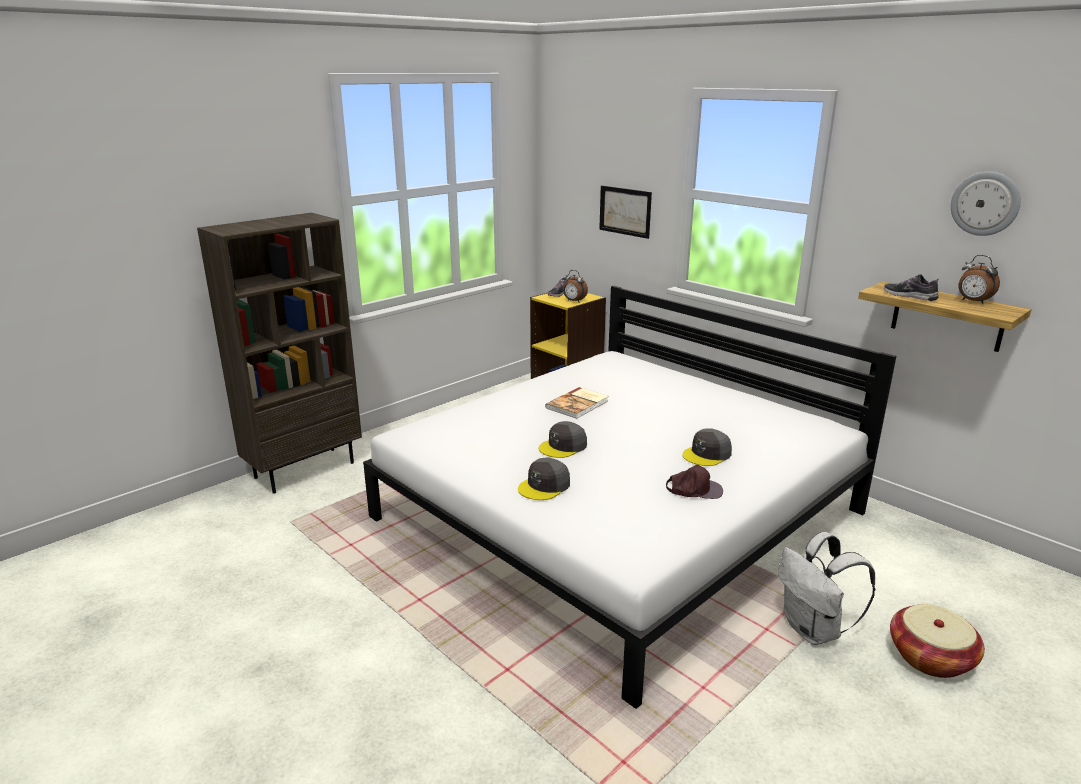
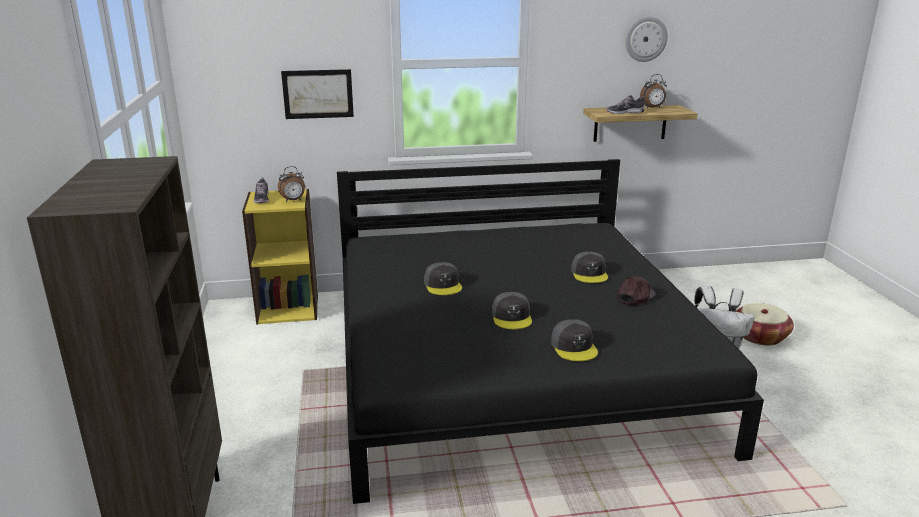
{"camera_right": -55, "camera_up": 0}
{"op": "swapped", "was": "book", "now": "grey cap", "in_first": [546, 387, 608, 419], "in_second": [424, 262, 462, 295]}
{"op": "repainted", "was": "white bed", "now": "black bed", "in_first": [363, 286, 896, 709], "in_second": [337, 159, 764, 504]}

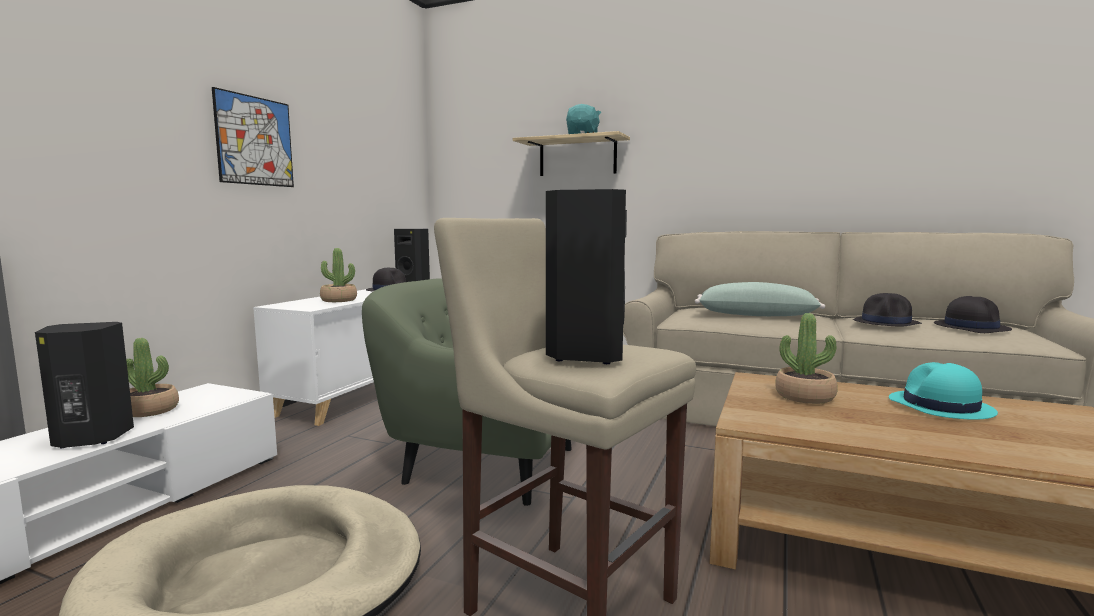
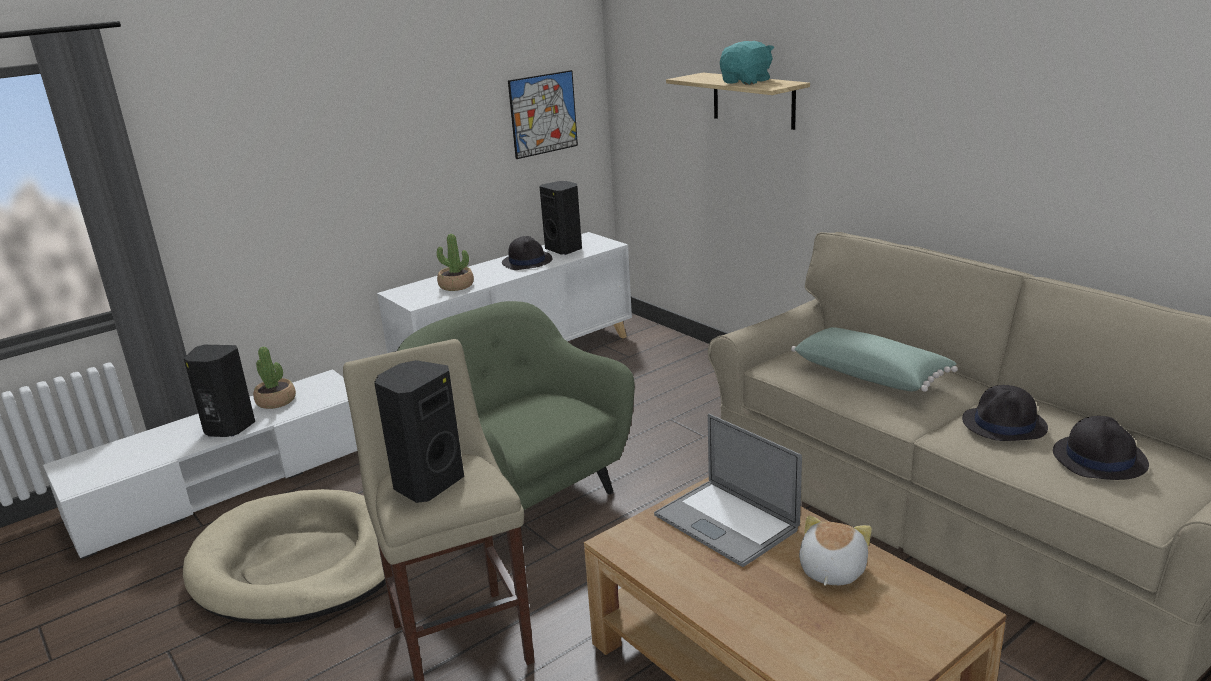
{"camera_right": 30, "camera_up": 15}
{"op": "shifted", "was": "picture", "in_first": [212, 87, 294, 187], "in_second": [508, 70, 578, 159]}
{"op": "swapped", "was": "potted plant", "now": "laptop", "in_first": [775, 313, 838, 404], "in_second": [654, 414, 802, 567]}
{"op": "swapped", "was": "turquoise hat", "now": "plush toy", "in_first": [889, 362, 998, 420], "in_second": [799, 515, 872, 586]}

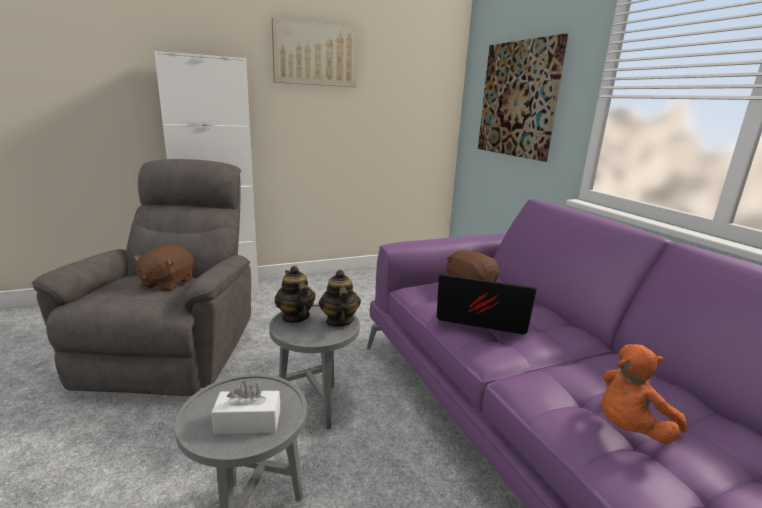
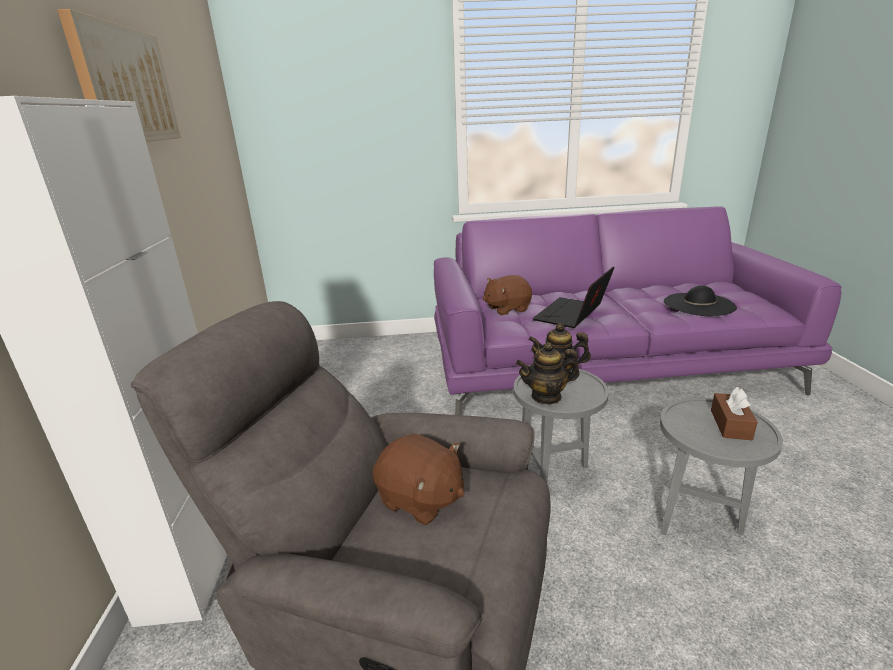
{"camera_right": -70, "camera_up": 5}
{"op": "gone", "was": "picture", "in_first": [478, 33, 568, 162]}
{"op": "swapped", "was": "orange plush toy", "now": "black hat", "in_first": [601, 344, 687, 444], "in_second": [664, 285, 737, 316]}
{"op": "repainted", "was": "white tissue box", "now": "brown tissue box", "in_first": [211, 381, 280, 434], "in_second": [711, 387, 758, 440]}

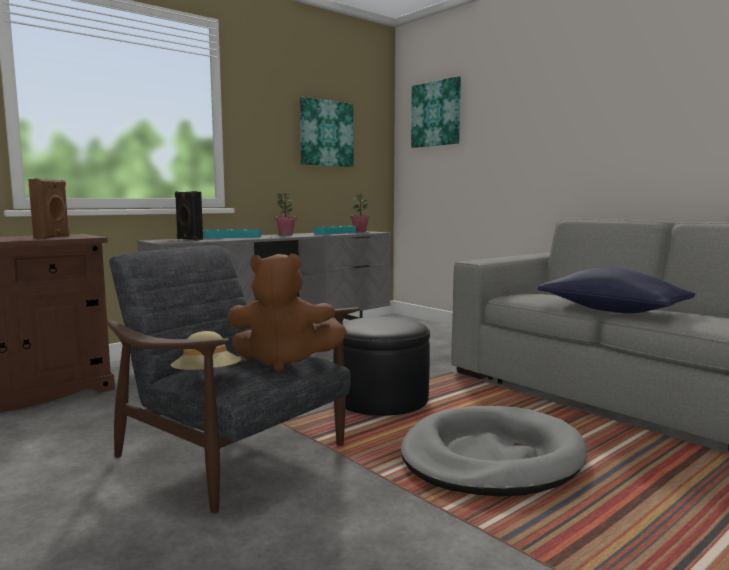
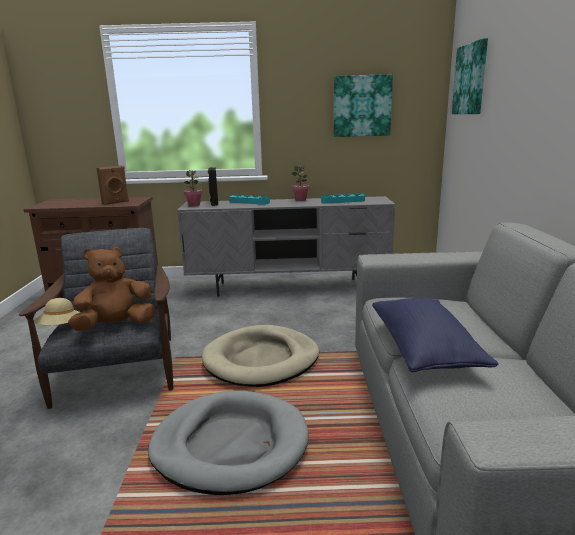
{"camera_right": 40, "camera_up": 10}
{"op": "shifted", "was": "potted plant", "in_first": [350, 194, 370, 232], "in_second": [184, 170, 203, 206]}
{"op": "swapped", "was": "black ottoman", "now": "beige dog bed", "in_first": [333, 317, 430, 416], "in_second": [202, 325, 319, 387]}
{"op": "rotated", "was": "brown plush toy", "in_first": [227, 253, 347, 372], "in_second": [68, 247, 156, 331], "clockwise": 105}

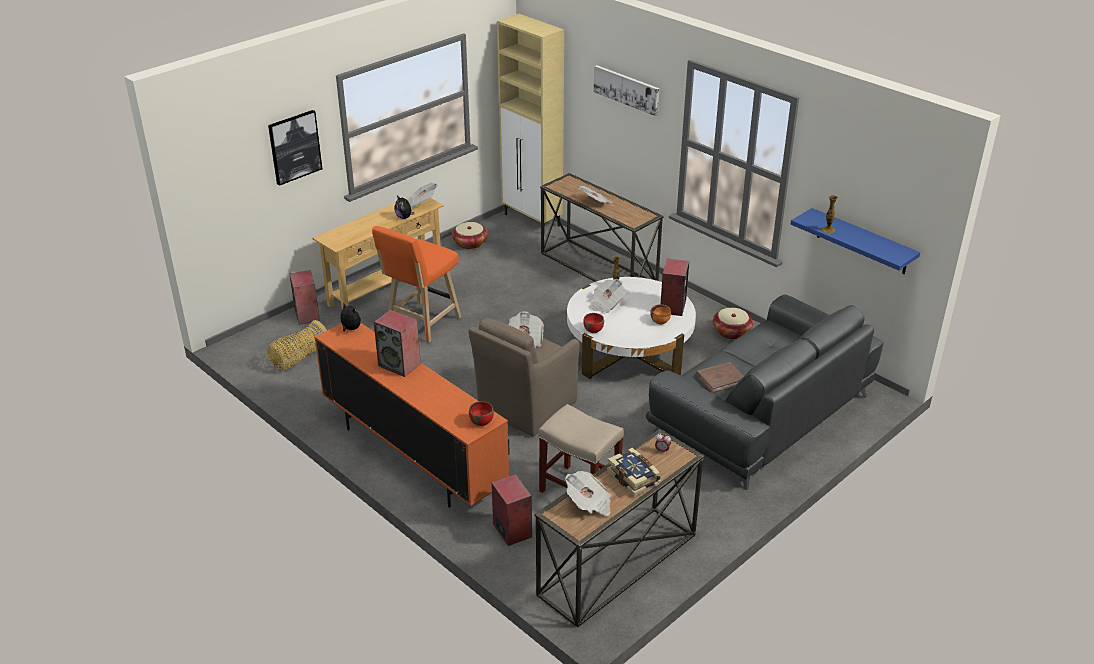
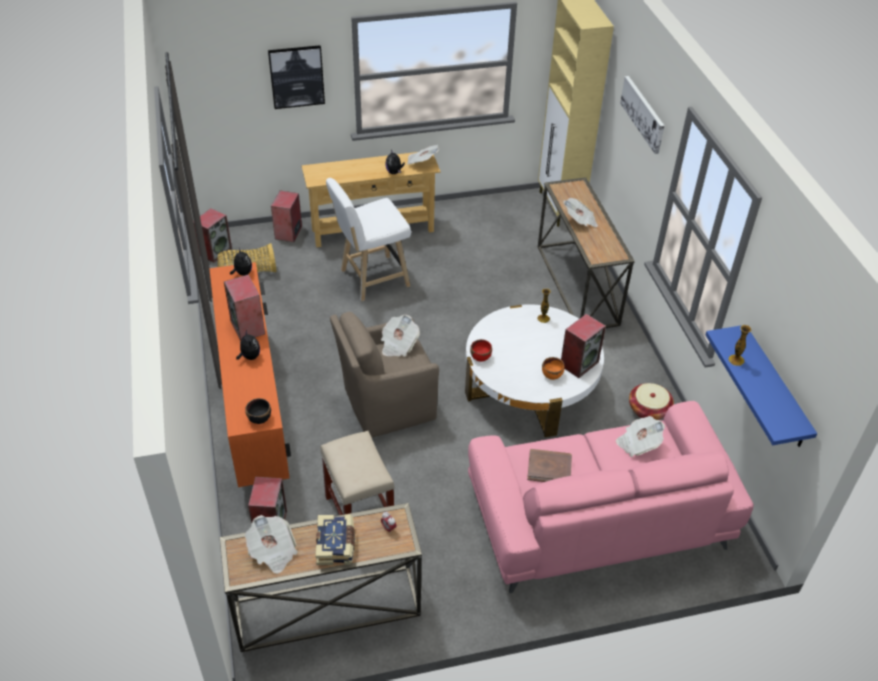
{"camera_right": 30, "camera_up": 10}
{"op": "gone", "was": "basket", "in_first": [452, 222, 488, 249]}
{"op": "new", "now": "speaker", "in_second": [193, 208, 232, 263]}
{"op": "new", "now": "plush toy", "in_second": [236, 329, 260, 360]}
{"op": "shifted", "was": "newspaper", "in_first": [589, 279, 626, 313], "in_second": [616, 416, 665, 457]}
{"op": "repainted", "was": "orange stool", "now": "white stool", "in_first": [372, 226, 461, 343], "in_second": [326, 178, 411, 302]}
{"op": "repainted", "was": "red bowl", "now": "black bowl", "in_first": [469, 401, 494, 426], "in_second": [245, 398, 271, 424]}
{"op": "repainted", "was": "grey sofa", "now": "pink sofa", "in_first": [646, 295, 883, 491], "in_second": [468, 401, 754, 593]}

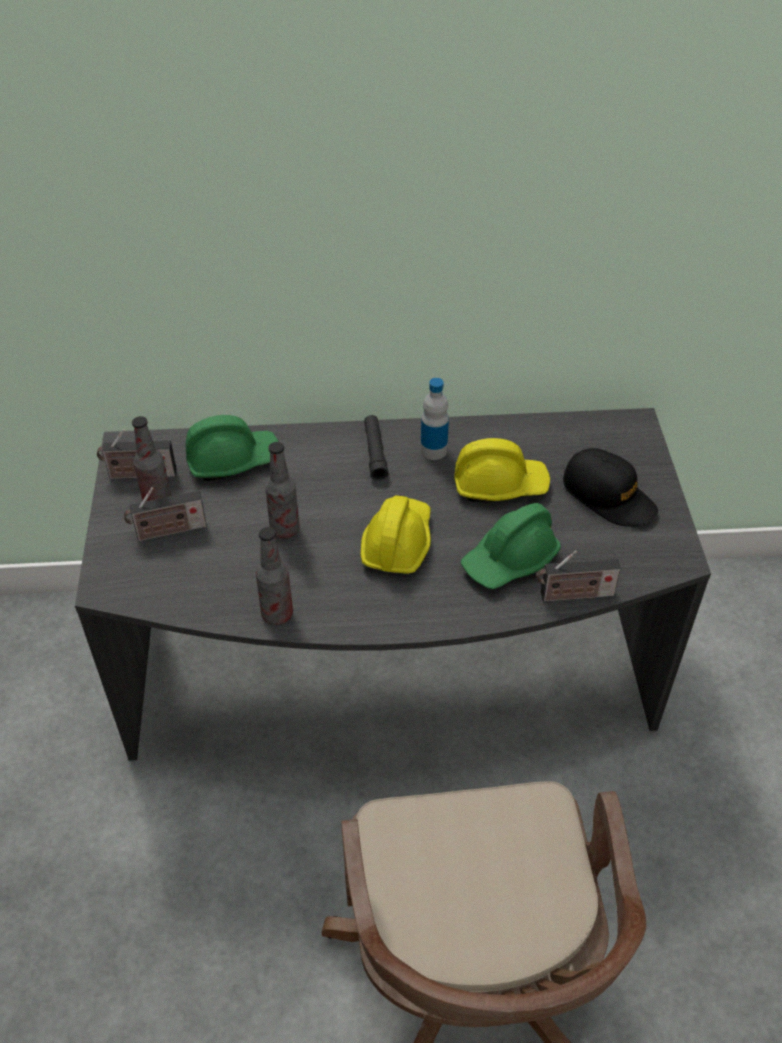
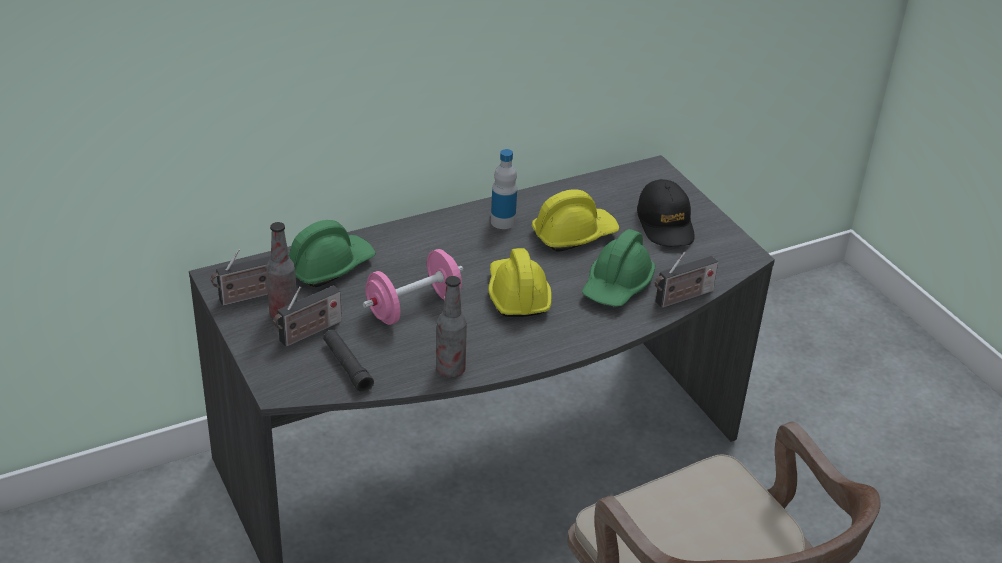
{"camera_right": -25, "camera_up": -10}
{"op": "shifted", "was": "black flashlight", "in_first": [364, 415, 388, 481], "in_second": [323, 330, 374, 393]}
{"op": "swapped", "was": "bottle", "now": "pink dumbbell", "in_first": [265, 442, 300, 538], "in_second": [363, 249, 463, 325]}
{"op": "rotated", "was": "black cap", "in_first": [563, 448, 658, 527], "in_second": [637, 179, 694, 246], "clockwise": 60}

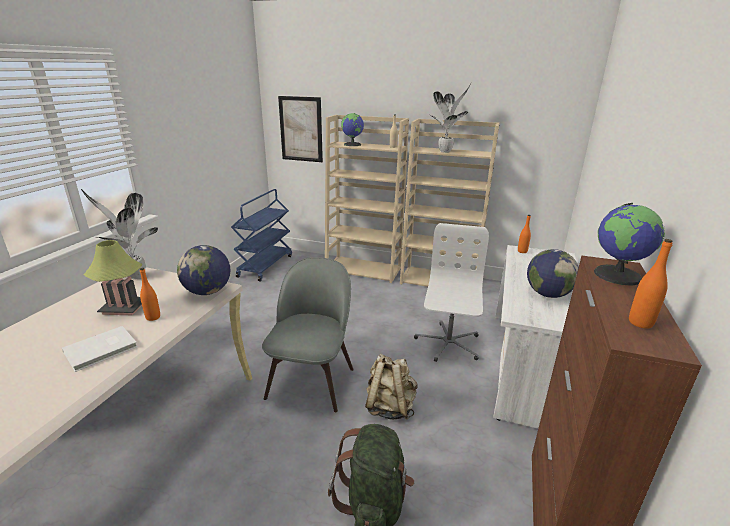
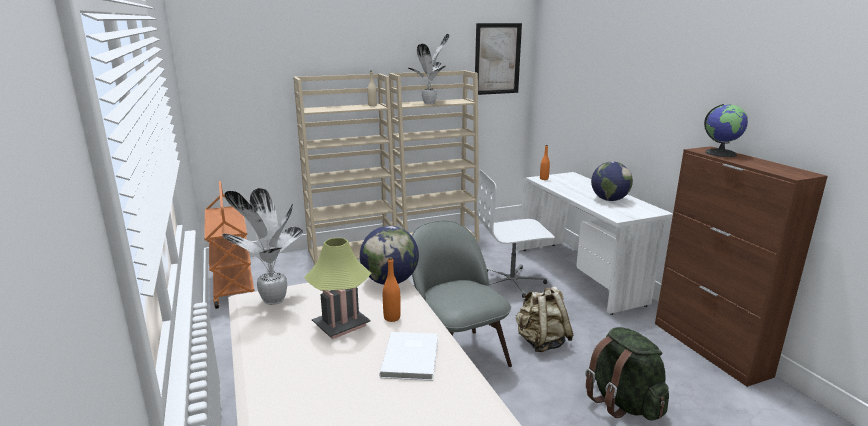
{"camera_right": -40, "camera_up": -5}
{"op": "gone", "was": "globe", "in_first": [341, 113, 364, 146]}
{"op": "gone", "was": "orange bottle", "in_first": [629, 239, 672, 329]}
{"op": "shifted", "was": "picture", "in_first": [278, 96, 323, 162], "in_second": [475, 23, 522, 95]}
{"op": "repainted", "was": "blue cart", "now": "orange cart", "in_first": [231, 189, 292, 281], "in_second": [204, 181, 255, 309]}
{"op": "rotated", "was": "white office chair", "in_first": [414, 223, 489, 362], "in_second": [477, 169, 555, 298], "clockwise": -75}

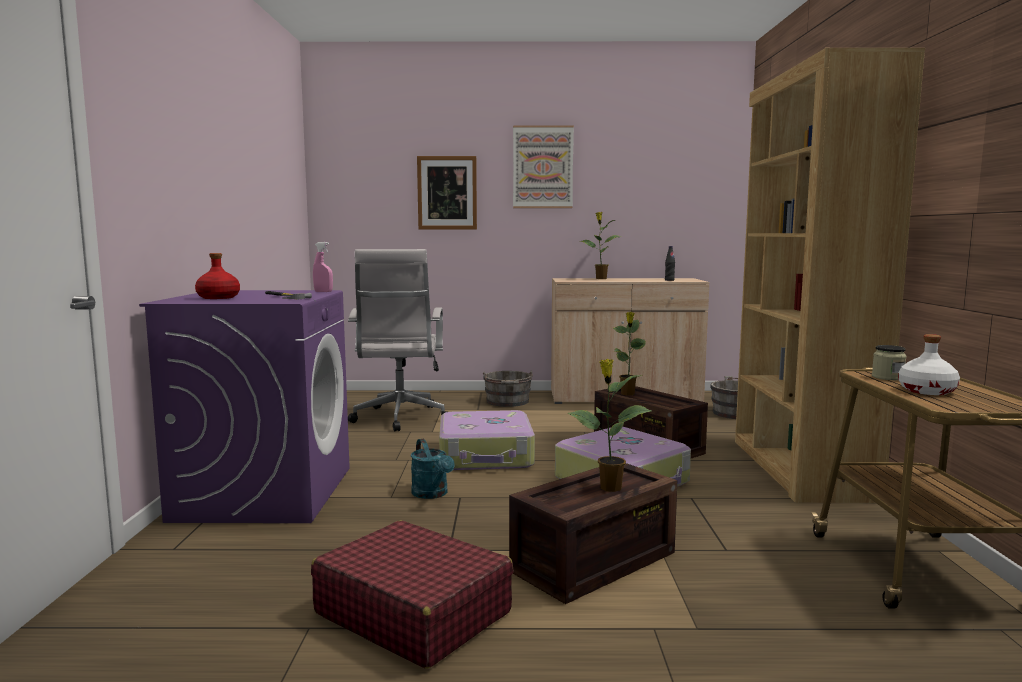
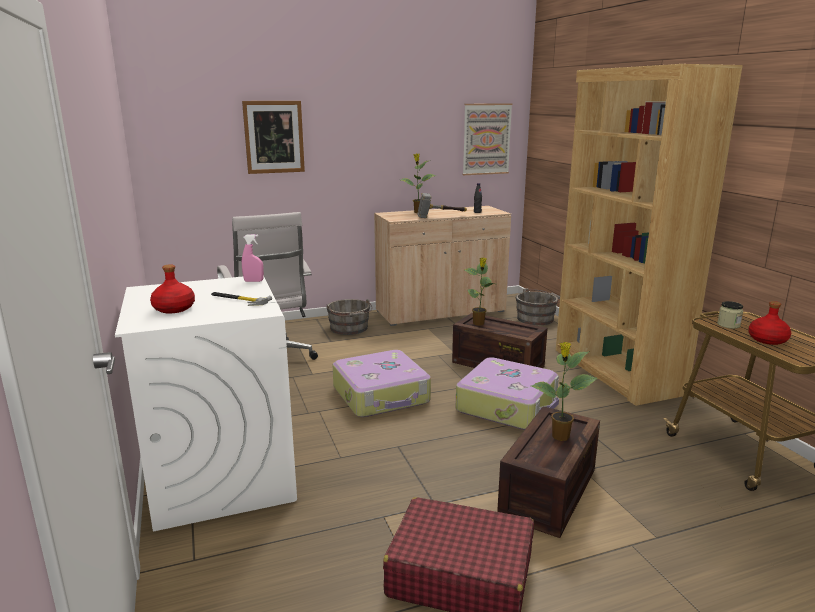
{"camera_right": -20, "camera_up": 10}
{"op": "gone", "was": "turquoise watering can", "in_first": [411, 439, 455, 499]}
{"op": "new", "now": "hammer", "in_second": [417, 193, 467, 218]}
{"op": "shifted", "was": "picture", "in_first": [513, 125, 574, 208], "in_second": [463, 103, 512, 175]}
{"op": "repainted", "was": "purple washing machine", "now": "white washing machine", "in_first": [139, 290, 350, 523], "in_second": [115, 277, 297, 532]}
{"op": "repainted", "was": "white bottle", "now": "red bottle", "in_first": [898, 334, 960, 395], "in_second": [748, 301, 791, 345]}

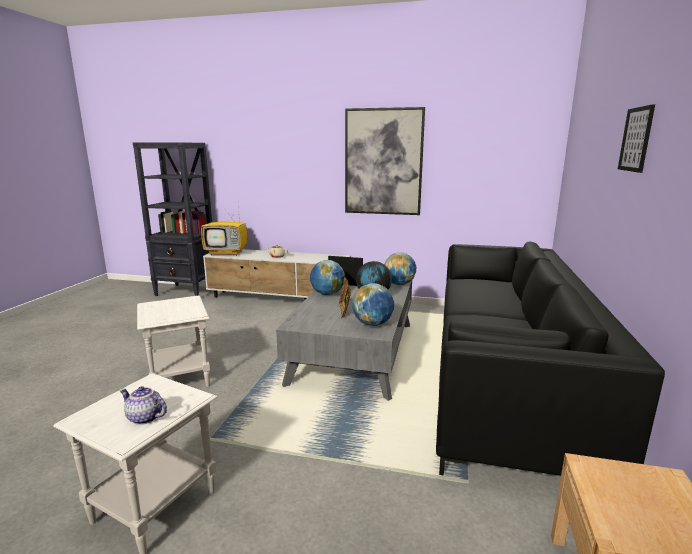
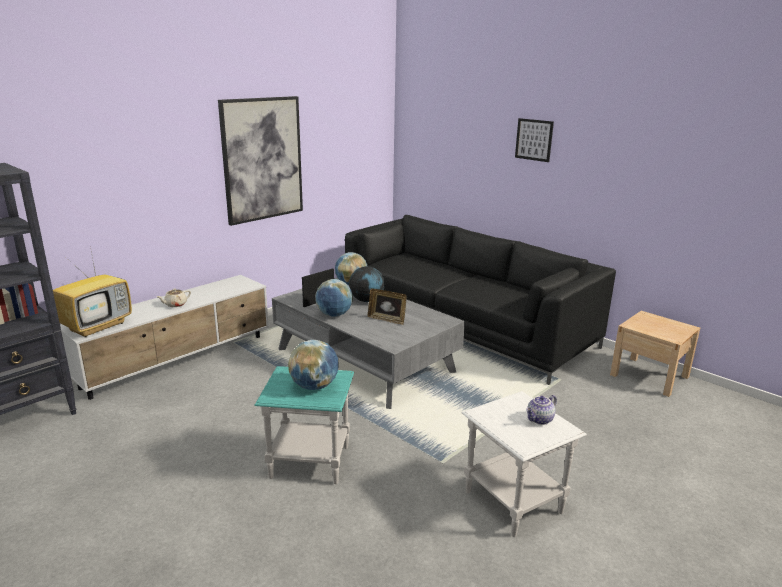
{"camera_right": -60, "camera_up": 5}
{"op": "shifted", "was": "globe", "in_first": [352, 283, 394, 326], "in_second": [288, 340, 338, 390]}
{"op": "repainted", "was": "white side table", "now": "turquoise side table", "in_first": [137, 295, 210, 387], "in_second": [254, 366, 354, 484]}

